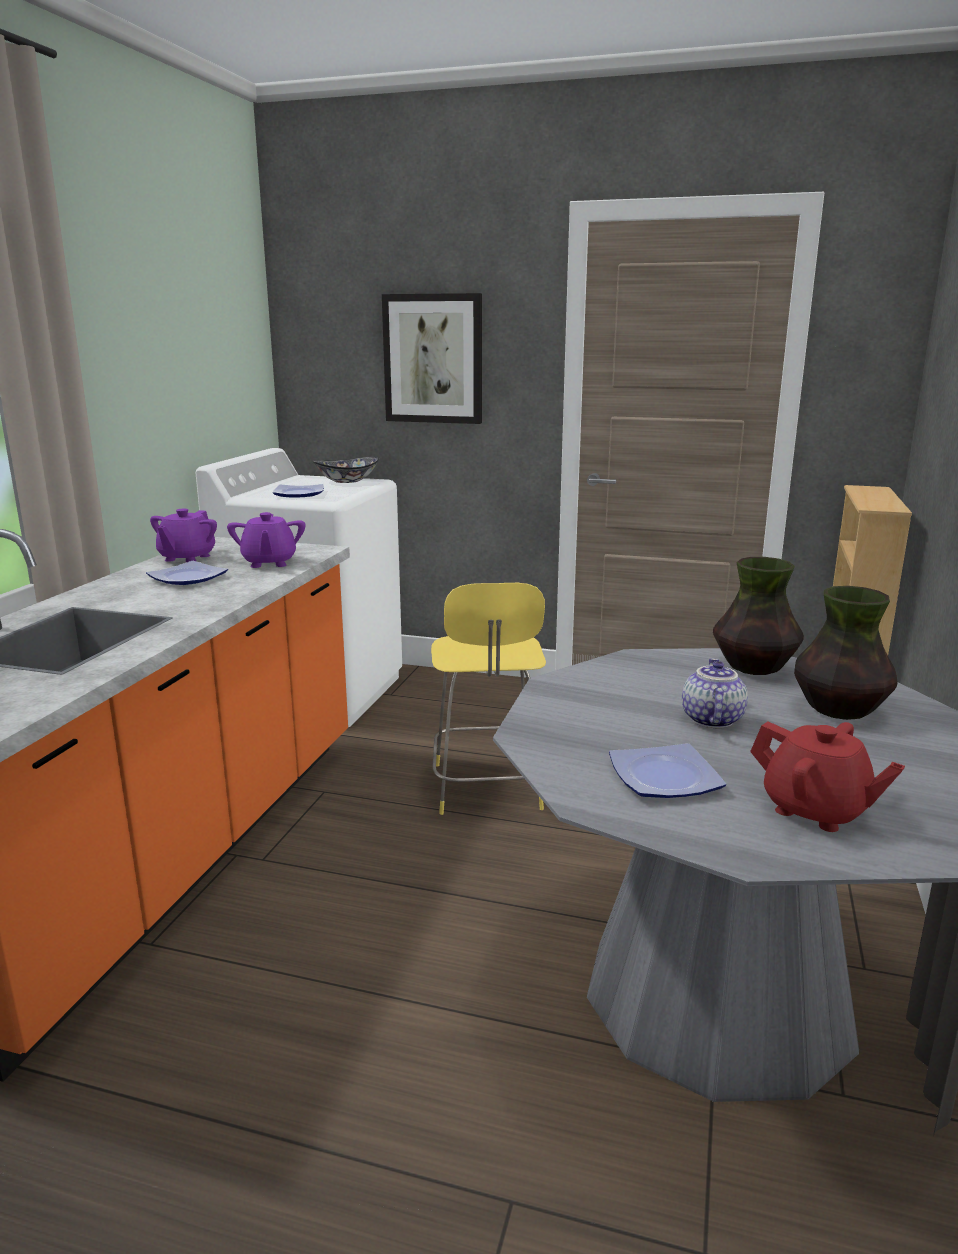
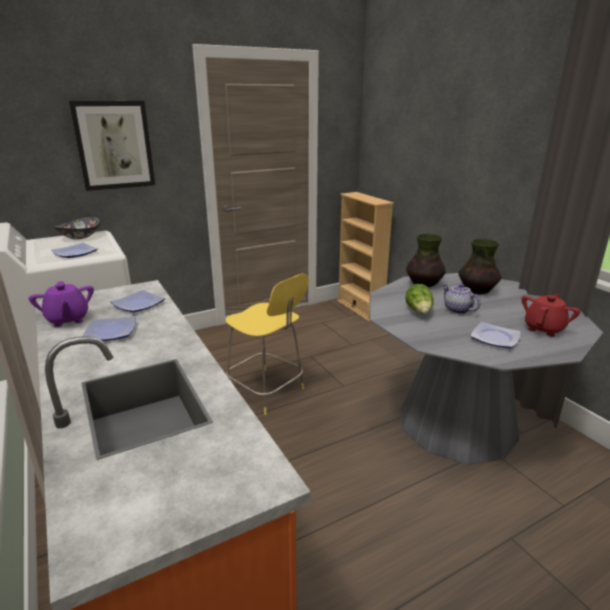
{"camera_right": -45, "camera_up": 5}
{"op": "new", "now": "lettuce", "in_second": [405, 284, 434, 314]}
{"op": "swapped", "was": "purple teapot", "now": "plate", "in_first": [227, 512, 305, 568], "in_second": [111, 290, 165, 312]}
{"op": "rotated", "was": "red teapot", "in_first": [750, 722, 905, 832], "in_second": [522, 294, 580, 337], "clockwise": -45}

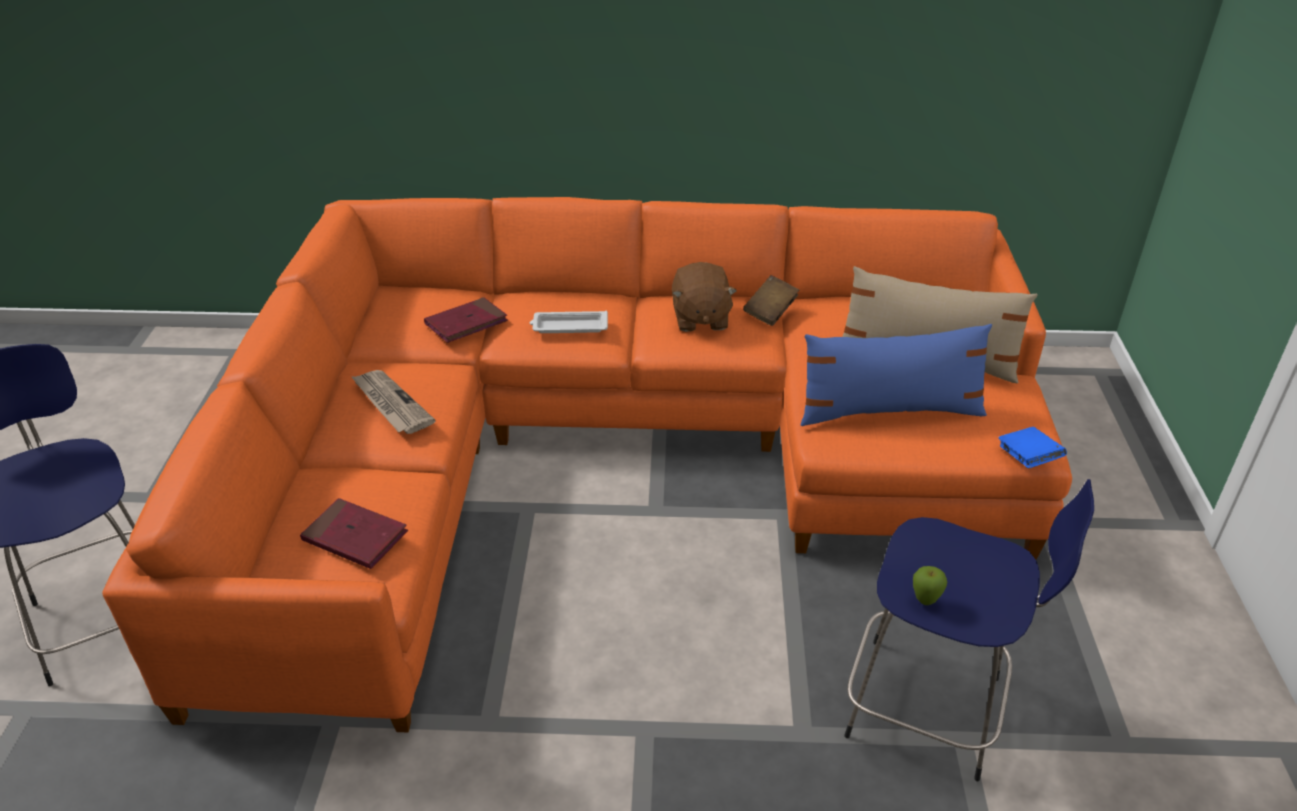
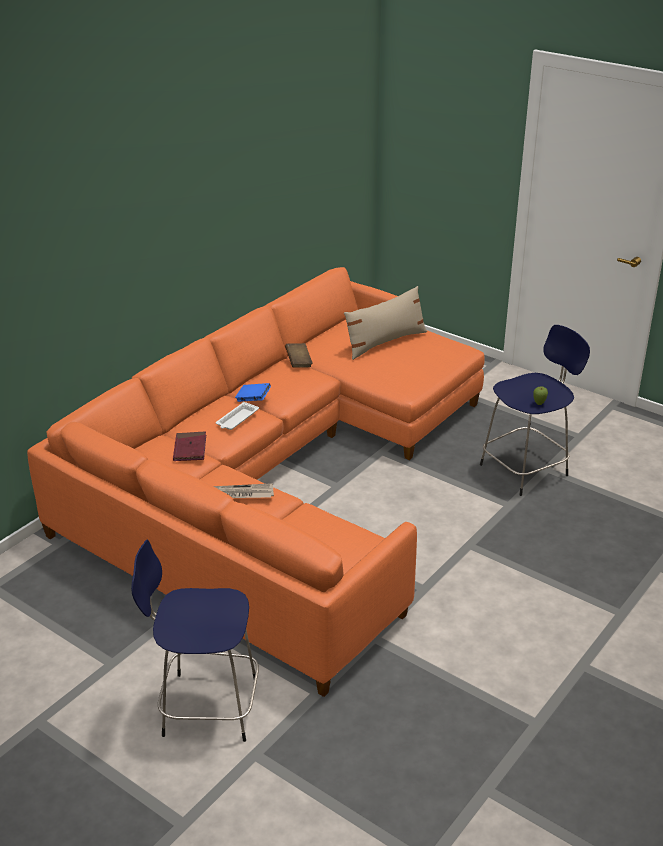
{"camera_right": -55, "camera_up": -5}
{"op": "gone", "was": "red book", "in_first": [300, 498, 408, 569]}
{"op": "gone", "was": "brown plush toy", "in_first": [672, 262, 737, 332]}
{"op": "gone", "was": "blue pillow", "in_first": [801, 324, 992, 426]}
{"op": "shifted", "was": "blue book", "in_first": [998, 427, 1067, 468], "in_second": [235, 383, 271, 402]}

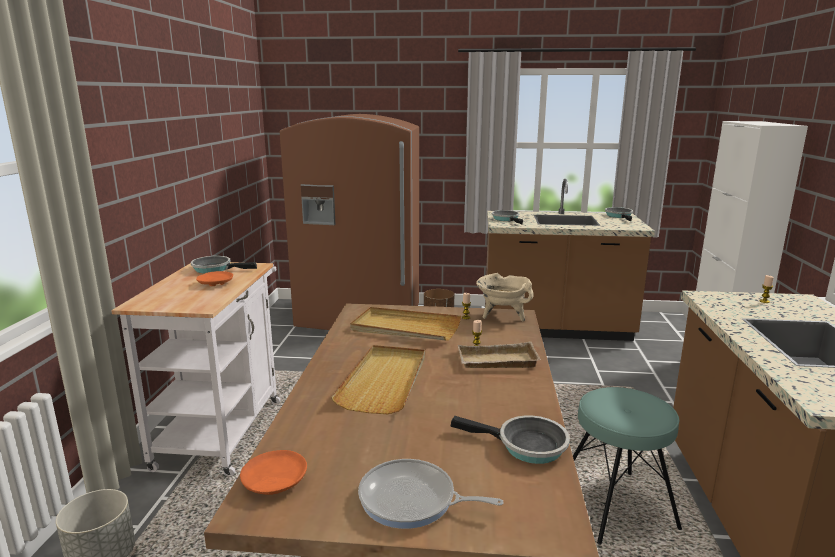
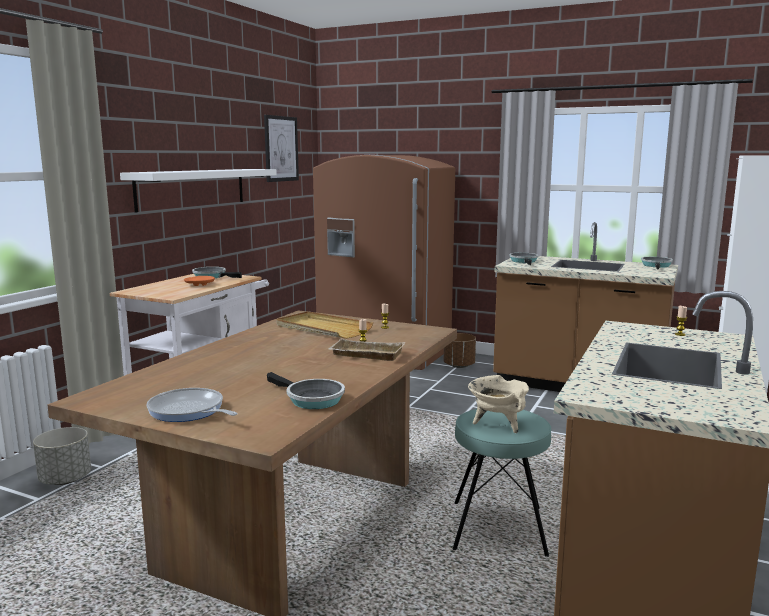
{"camera_right": 20, "camera_up": -5}
{"op": "gone", "was": "orange plate", "in_first": [240, 450, 307, 495]}
{"op": "gone", "was": "beige tray", "in_first": [331, 345, 425, 414]}
{"op": "new", "now": "white shelf", "in_second": [120, 169, 277, 213]}
{"op": "new", "now": "picture", "in_second": [264, 115, 299, 182]}
{"op": "shifted", "was": "beige cooking pot", "in_first": [476, 273, 534, 322], "in_second": [468, 375, 529, 433]}

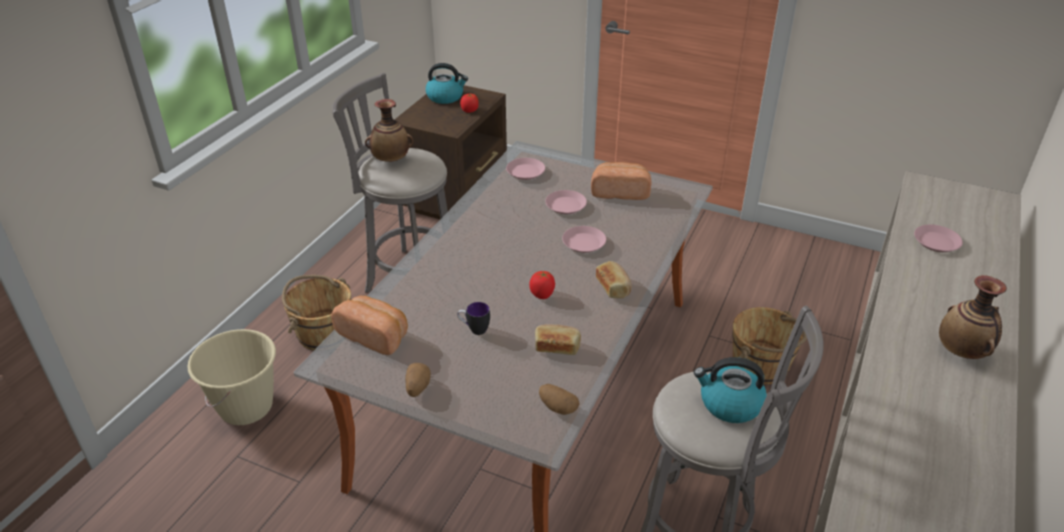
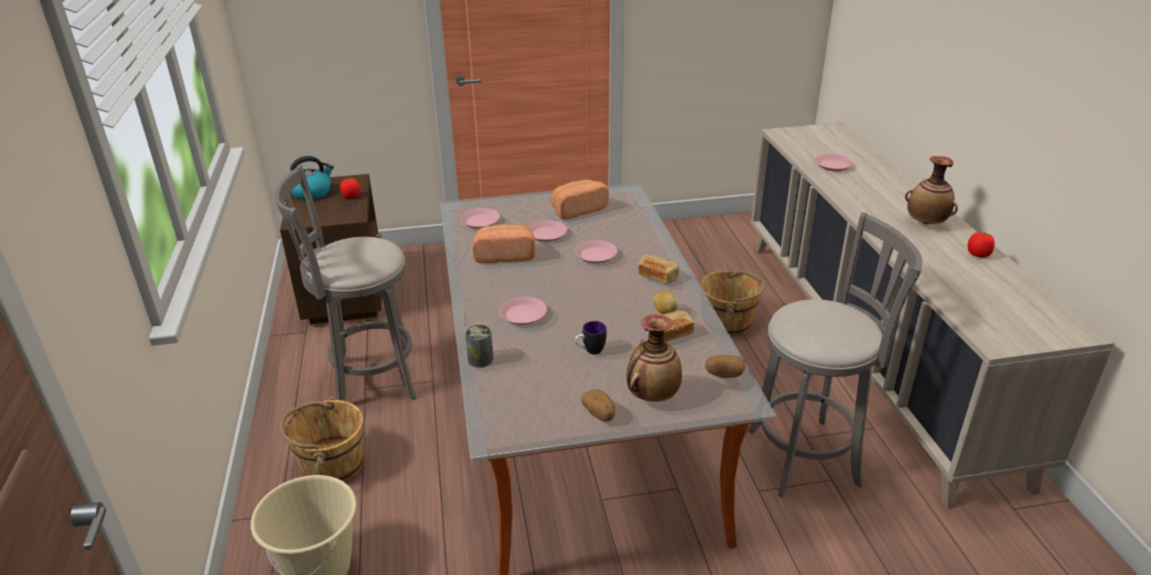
{"camera_right": -35, "camera_up": -5}
{"op": "gone", "was": "kettle", "in_first": [694, 357, 767, 423]}
{"op": "new", "now": "can", "in_second": [465, 325, 493, 368]}
{"op": "new", "now": "pink plate", "in_second": [499, 297, 547, 325]}
{"op": "new", "now": "potato", "in_second": [653, 291, 678, 314]}
{"op": "shifted", "was": "bread", "in_first": [331, 296, 408, 355], "in_second": [472, 224, 535, 263]}
{"op": "shifted", "was": "vase", "in_first": [365, 99, 413, 162], "in_second": [627, 314, 682, 402]}
{"op": "shifted", "was": "tomato", "in_first": [529, 271, 555, 299], "in_second": [968, 232, 995, 258]}

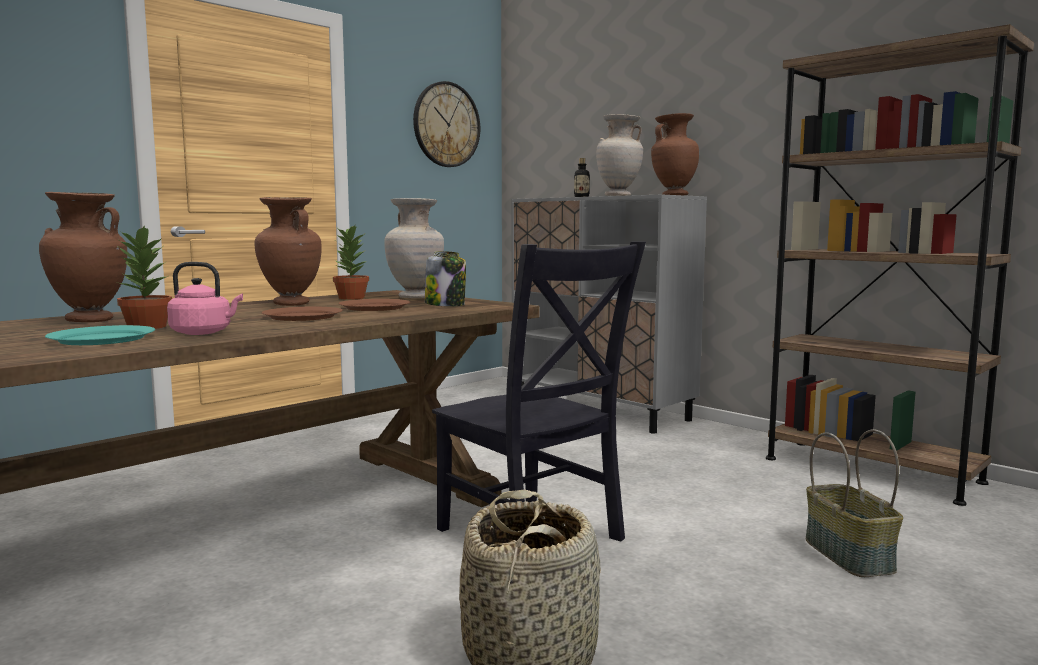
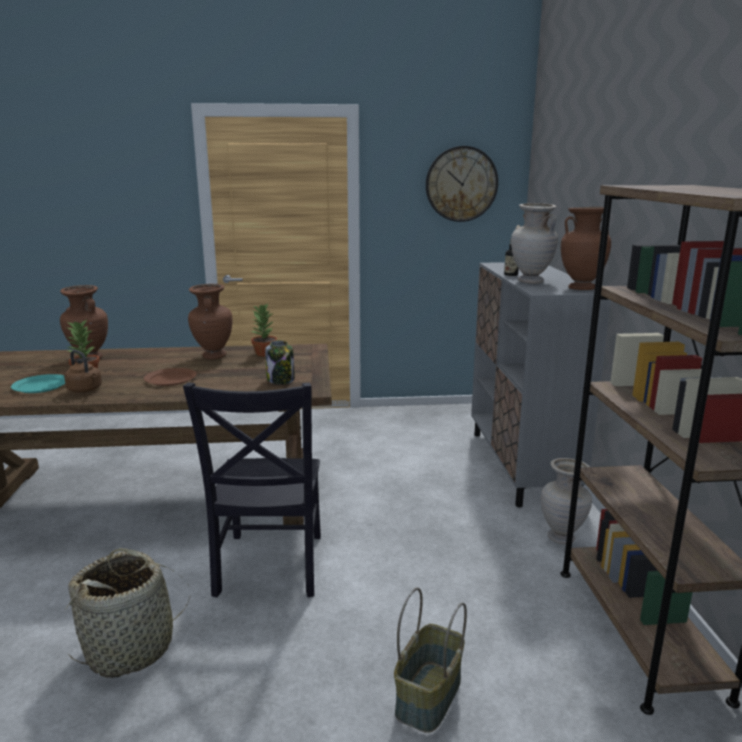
{"camera_right": 40, "camera_up": 10}
{"op": "gone", "was": "brown plate", "in_first": [338, 299, 410, 311]}
{"op": "shifted", "was": "beige vase", "in_first": [384, 198, 444, 298], "in_second": [541, 458, 592, 544]}
{"op": "repainted", "was": "pink kettle", "now": "brown kettle", "in_first": [167, 262, 243, 335], "in_second": [64, 350, 102, 393]}

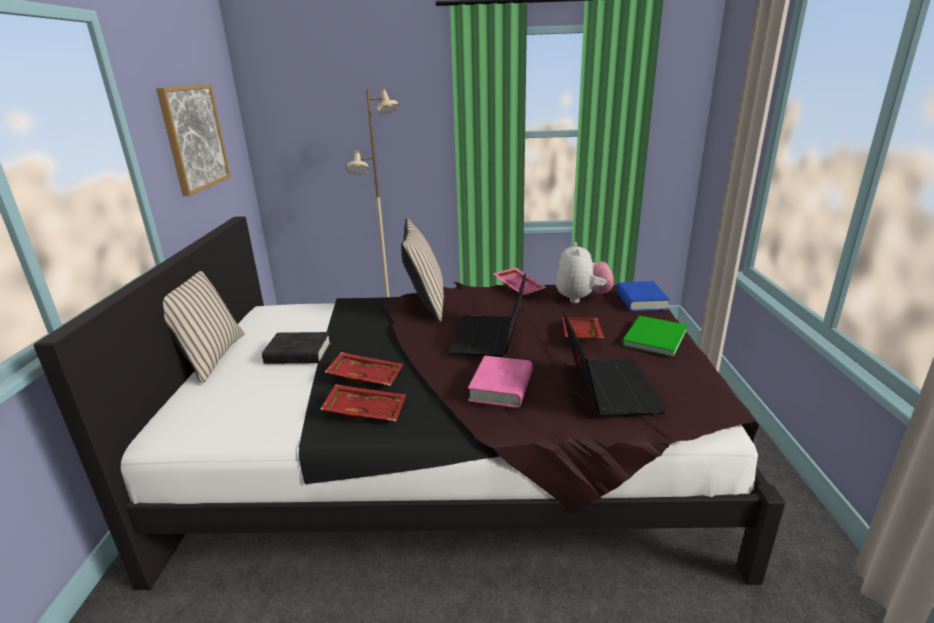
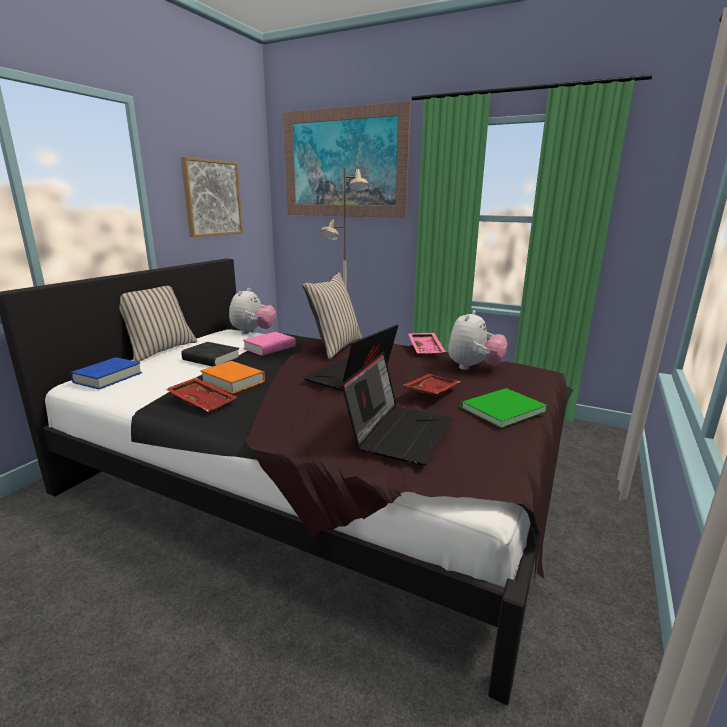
{"camera_right": 25, "camera_up": -5}
{"op": "new", "now": "plush toy", "in_second": [229, 288, 276, 334]}
{"op": "new", "now": "picture", "in_second": [283, 101, 411, 218]}
{"op": "shifted", "was": "pink book", "in_first": [468, 356, 533, 408], "in_second": [243, 332, 296, 356]}
{"op": "shifted", "was": "blue book", "in_first": [616, 281, 670, 311], "in_second": [70, 357, 142, 390]}
{"op": "swapped", "was": "red tray", "now": "orange book", "in_first": [325, 352, 403, 386], "in_second": [200, 361, 265, 394]}

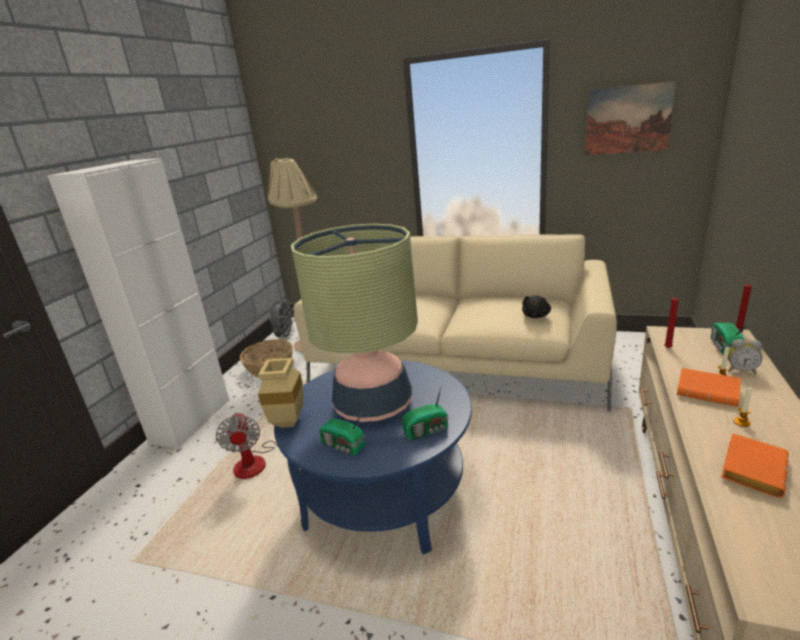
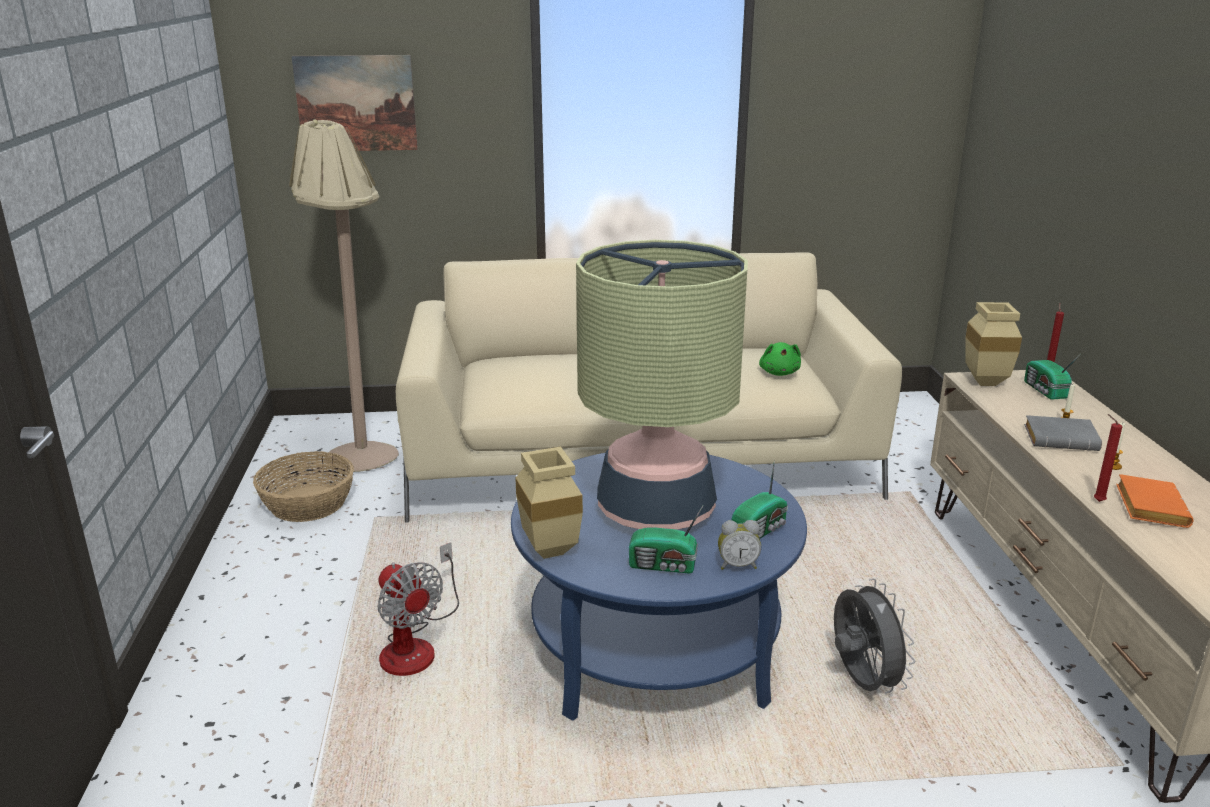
{"camera_right": -25, "camera_up": 0}
{"op": "gone", "was": "white cabinet", "in_first": [47, 158, 230, 449]}
{"op": "new", "now": "beige vase", "in_second": [965, 302, 1022, 386]}
{"op": "shifted", "was": "grey fan", "in_first": [269, 299, 295, 340], "in_second": [834, 579, 916, 693]}
{"op": "shifted", "was": "picture", "in_first": [585, 81, 676, 155], "in_second": [291, 55, 418, 151]}
{"op": "shifted", "was": "red candle", "in_first": [664, 292, 679, 348], "in_second": [1094, 414, 1122, 502]}
{"op": "shifted", "was": "alarm clock", "in_first": [728, 339, 762, 374], "in_second": [718, 520, 761, 570]}
{"op": "repainted", "was": "black plush toy", "now": "green plush toy", "in_first": [522, 295, 551, 318], "in_second": [759, 342, 801, 376]}
{"op": "repainted", "was": "orange book", "now": "grey book", "in_first": [677, 368, 741, 407], "in_second": [1024, 415, 1102, 451]}

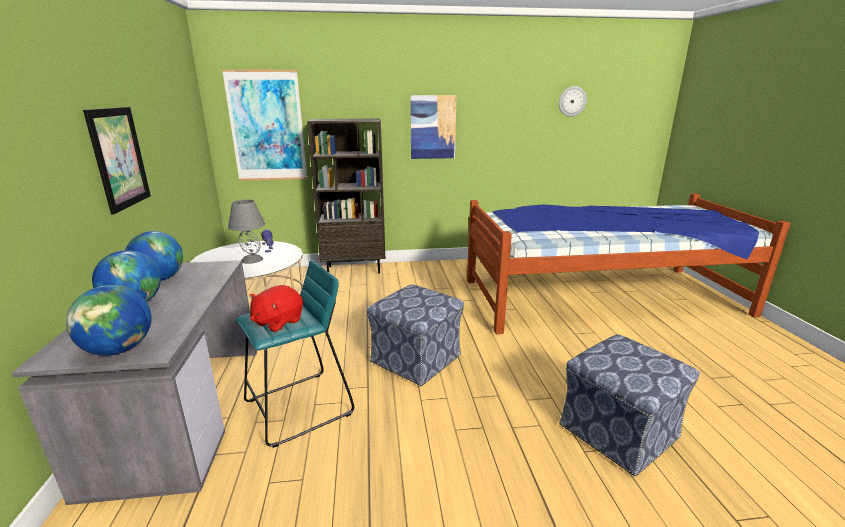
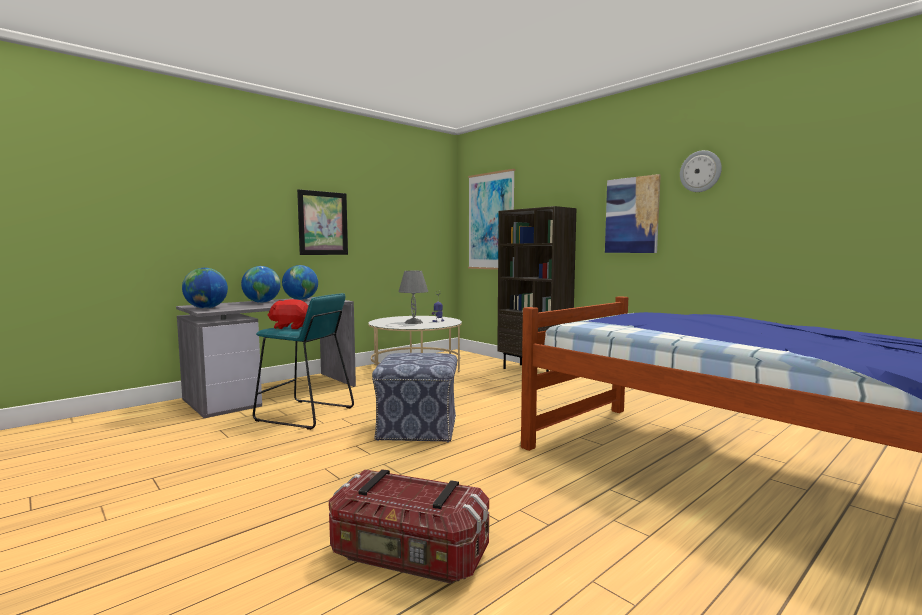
{"camera_right": 55, "camera_up": -15}
{"op": "shifted", "was": "wall clock", "in_first": [559, 86, 587, 117], "in_second": [680, 150, 722, 192]}
{"op": "swapped", "was": "ottoman", "now": "storage box", "in_first": [559, 334, 700, 476], "in_second": [329, 469, 489, 584]}

